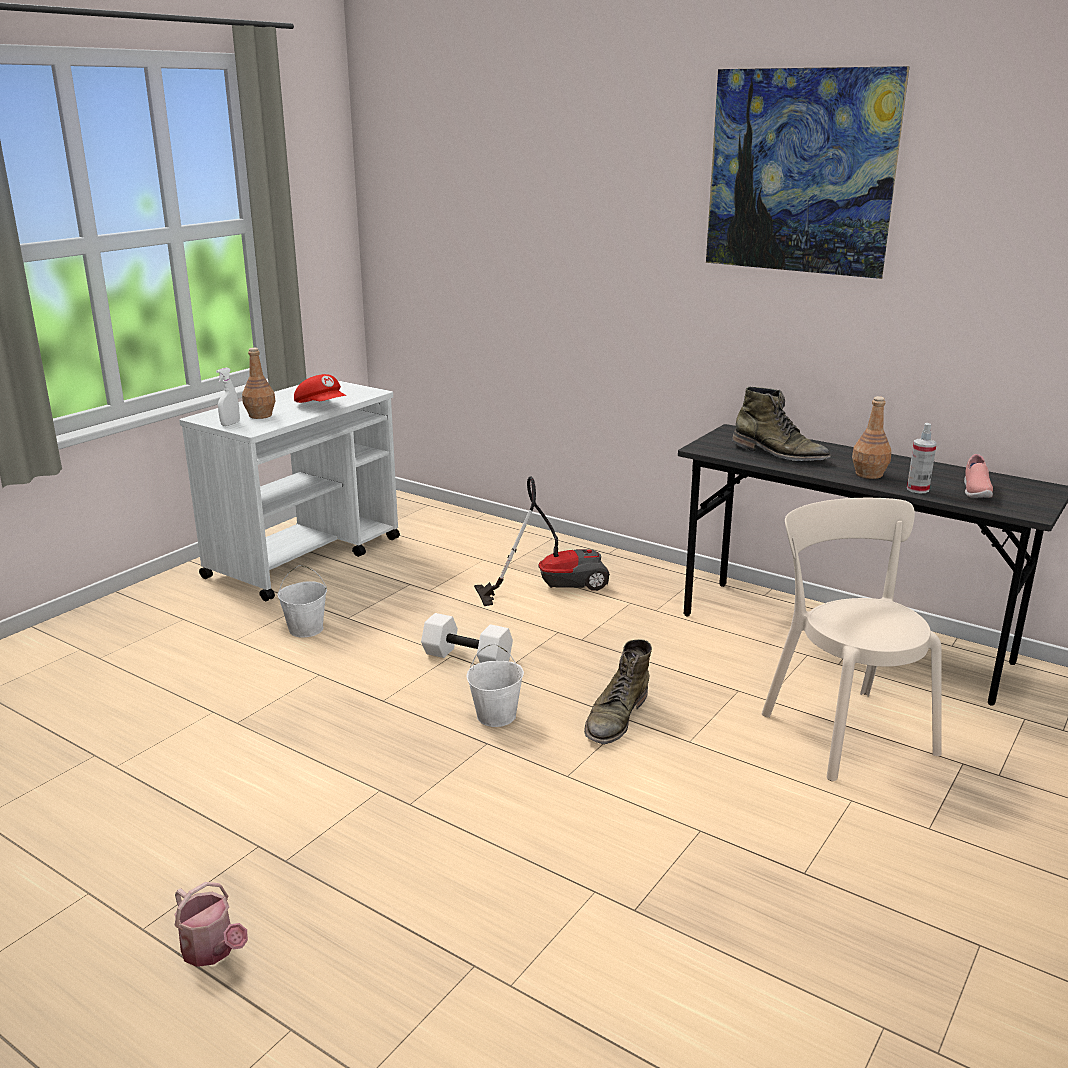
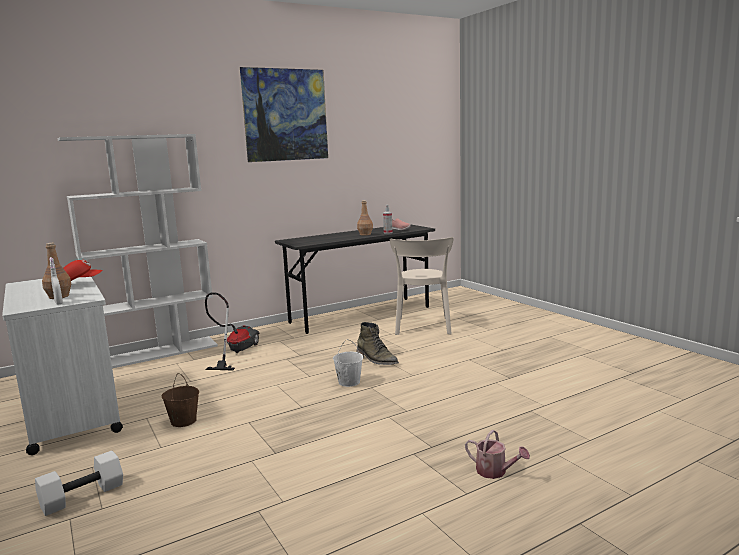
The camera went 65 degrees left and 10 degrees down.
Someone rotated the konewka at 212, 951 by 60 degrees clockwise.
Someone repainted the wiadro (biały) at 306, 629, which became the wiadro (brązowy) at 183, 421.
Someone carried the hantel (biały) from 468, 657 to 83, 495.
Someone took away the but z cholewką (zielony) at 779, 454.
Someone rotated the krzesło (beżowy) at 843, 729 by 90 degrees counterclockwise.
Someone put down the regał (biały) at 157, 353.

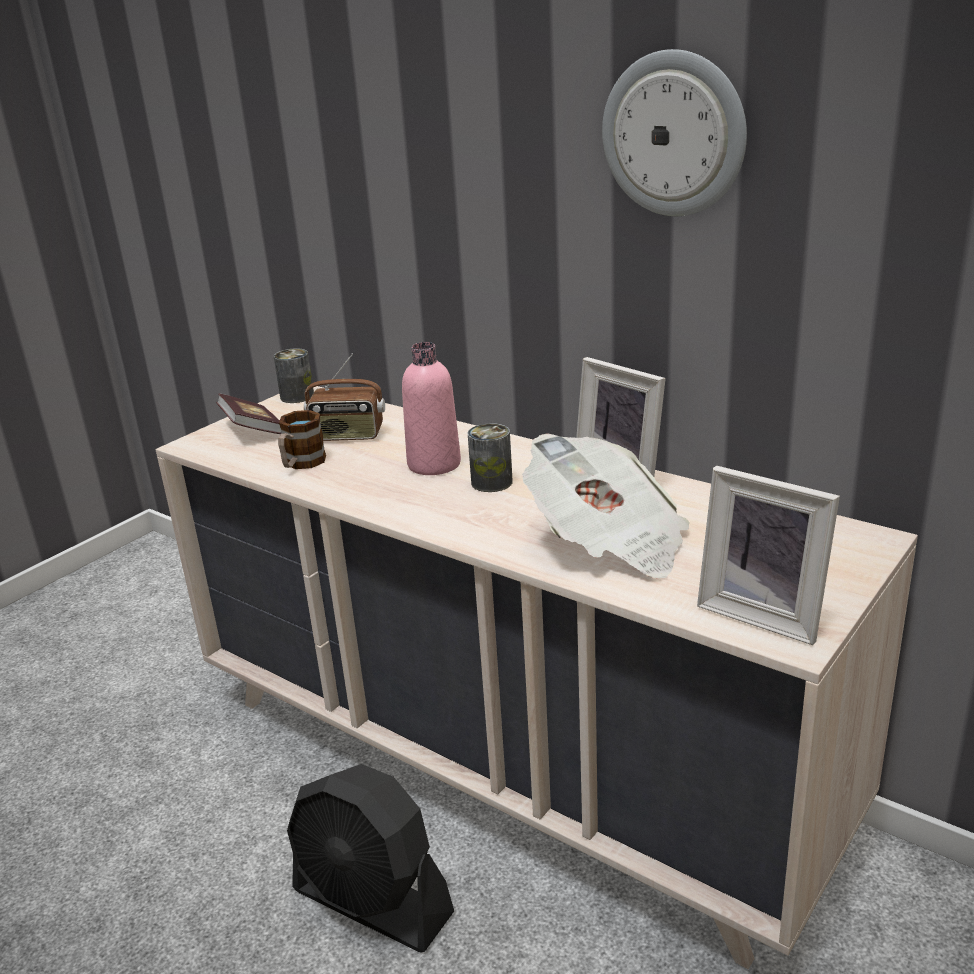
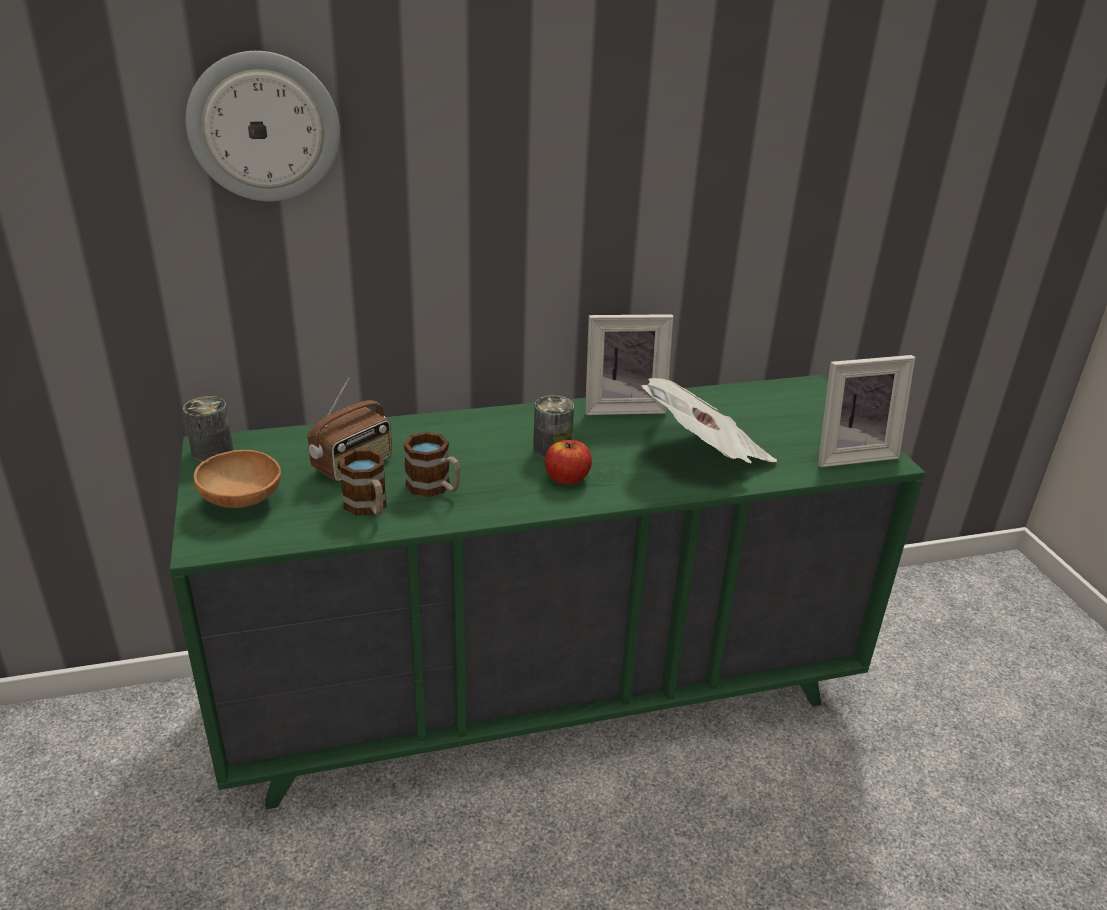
The camera went 55 degrees left and 5 degrees up.
Someone repainted the komoda (beżowy) at 507, 763, which became the komoda (zielony) at 544, 694.
Someone swapped the książka at 252, 430 for the miska (brązowy) at 243, 502.
Someone took away the wentylator (czarny) at 372, 902.
Someone took away the butelka (różowy) at 434, 464.
Someone carried the zegar ścienny from 674, 134 to 264, 127.
Someone put down the kubek at 435, 488.
Someone put down the jabłko at 567, 478.

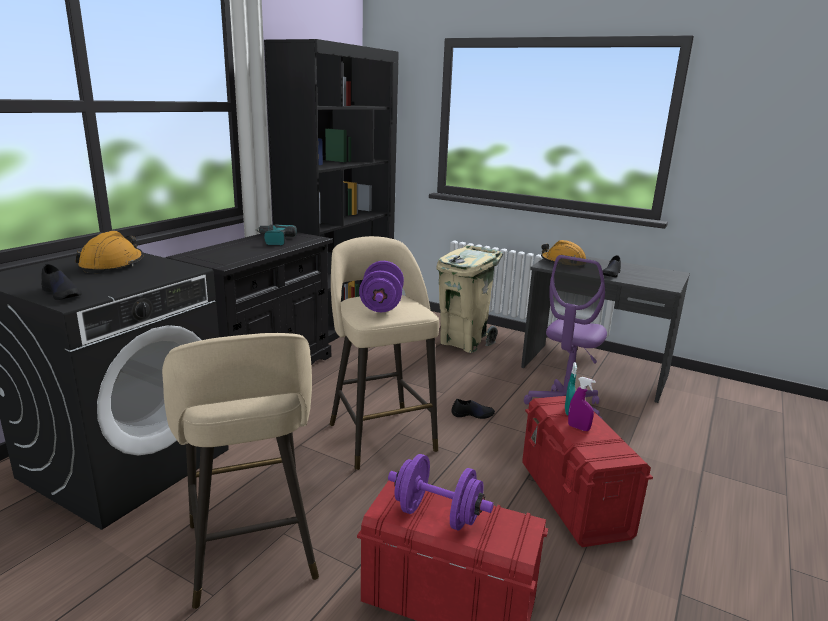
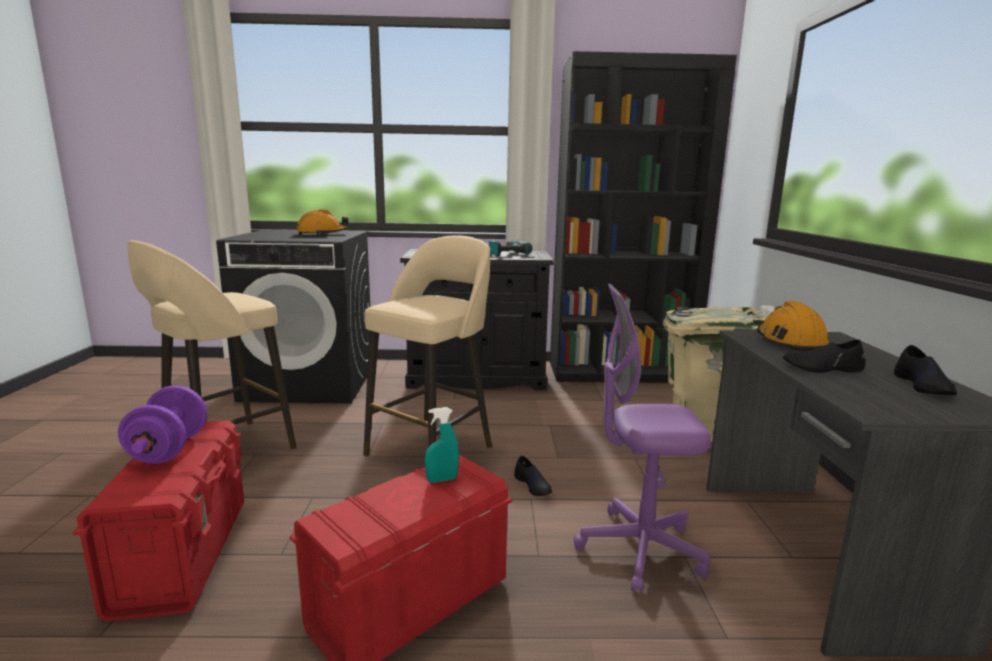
The camera went 60 degrees right and 5 degrees down.
Someone carried the but (czarny) from 62, 294 to 923, 386.
Someone took away the hantel (fioletowy) at 381, 305.
Someone took away the spryskiwacz (fioletowy) at 578, 428.

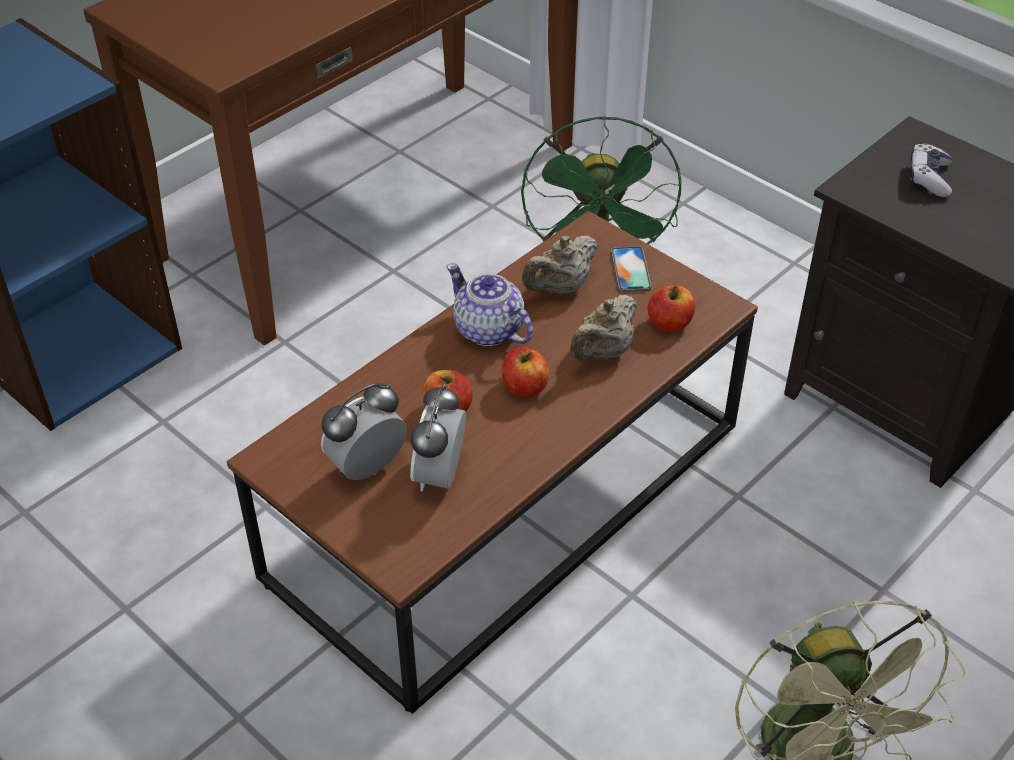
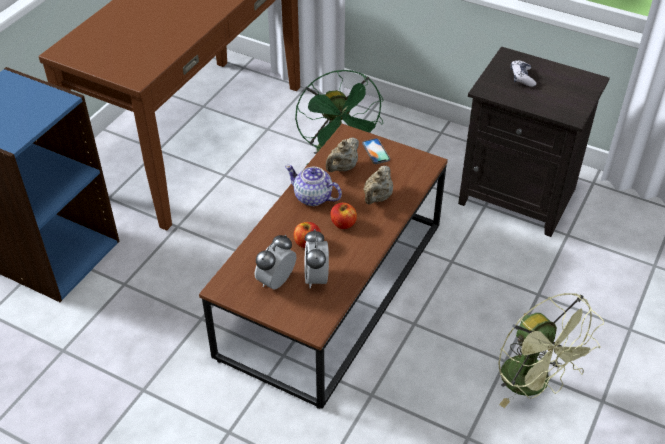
The camera went 15 degrees left and 0 degrees up.
Someone took away the jabłko at 669, 323.

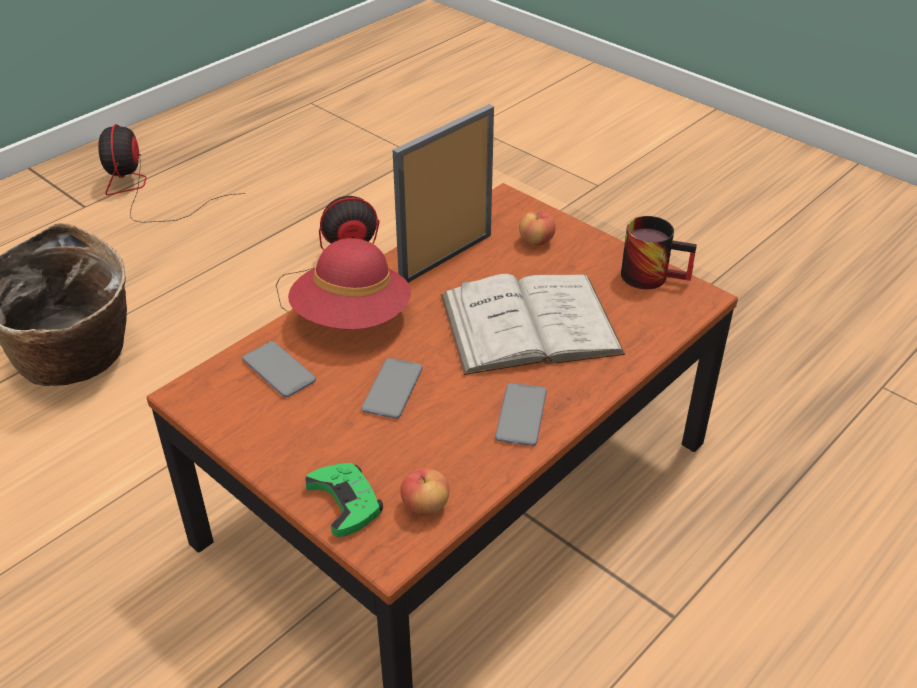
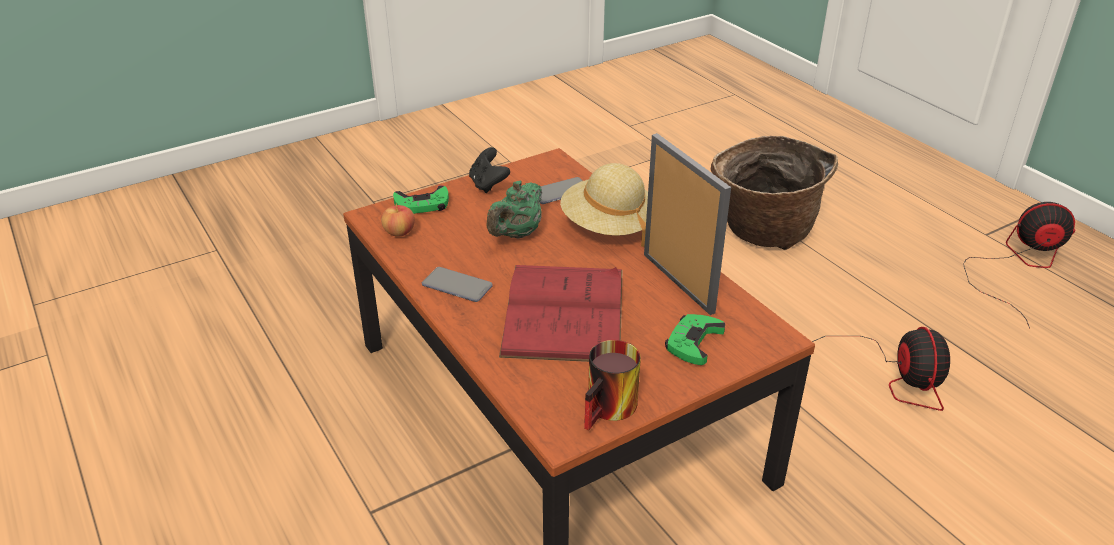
The camera went 105 degrees right and 5 degrees down.
Someone repainted the kapelusz (czerwony) at 352, 317, which became the kapelusz (beżowy) at 609, 226.
Someone swapped the telefon at 392, 389 for the imbryk (zielony) at 516, 234.
Someone repainted the książka (biały) at 529, 324, which became the książka (czerwony) at 564, 312.
Someone swapped the jabłko at 536, 241 for the pad do gier (zielony) at 693, 342.
Someone put down the pad do gier (czarny) at 488, 184.

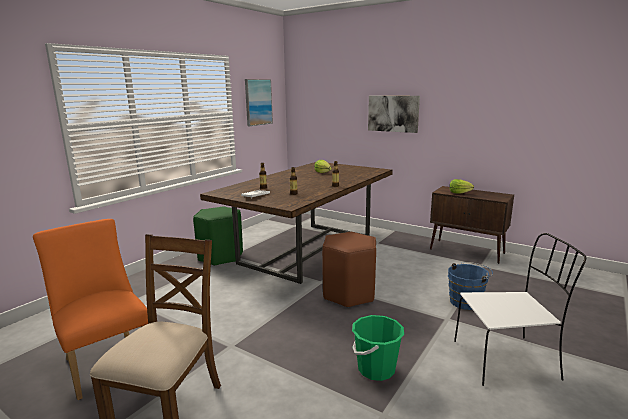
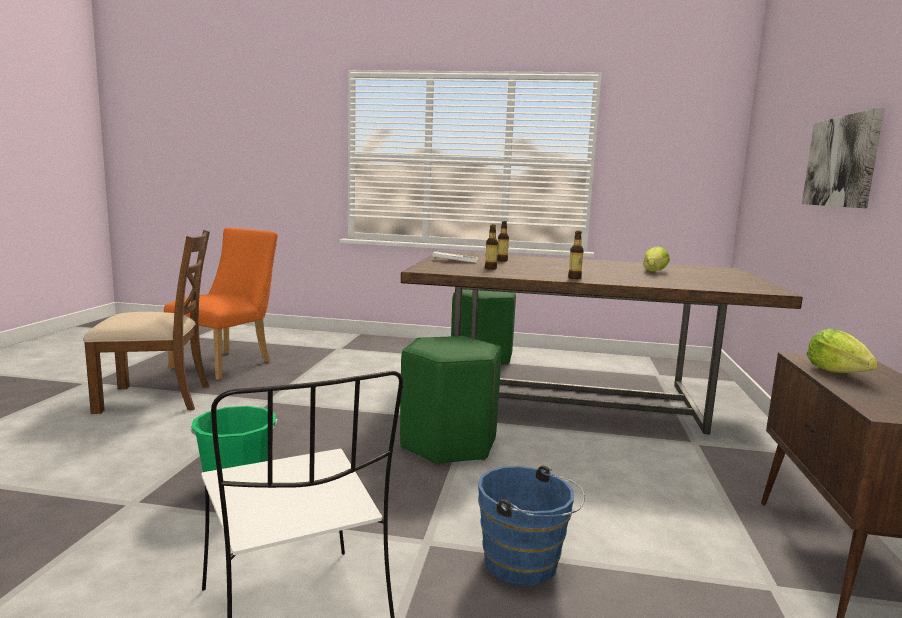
The camera went 65 degrees right and 5 degrees down.
Someone took away the obraz at 258, 102.
Someone repainted the stołek (brązowy) at 348, 294, which became the stołek (zielony) at 447, 444.

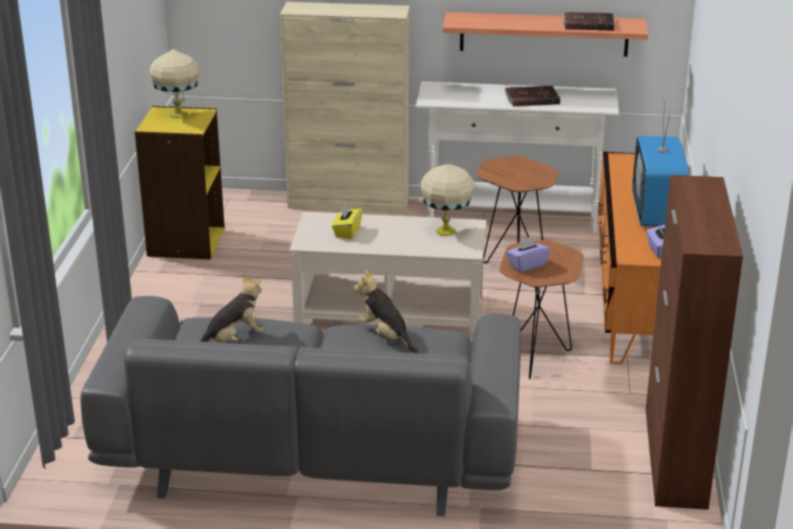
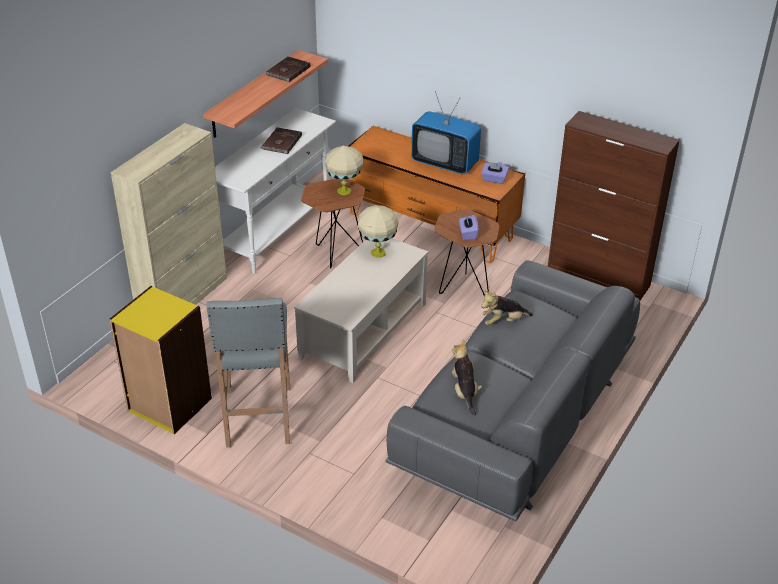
The camera went 65 degrees left and 10 degrees up.
Someone carried the lampa stołowa (beżowy) from 178, 114 to 345, 191.
Someone took away the pudełko chusteczek (żółty) at 347, 232.
Someone put down the stołek (szary) at 258, 418.

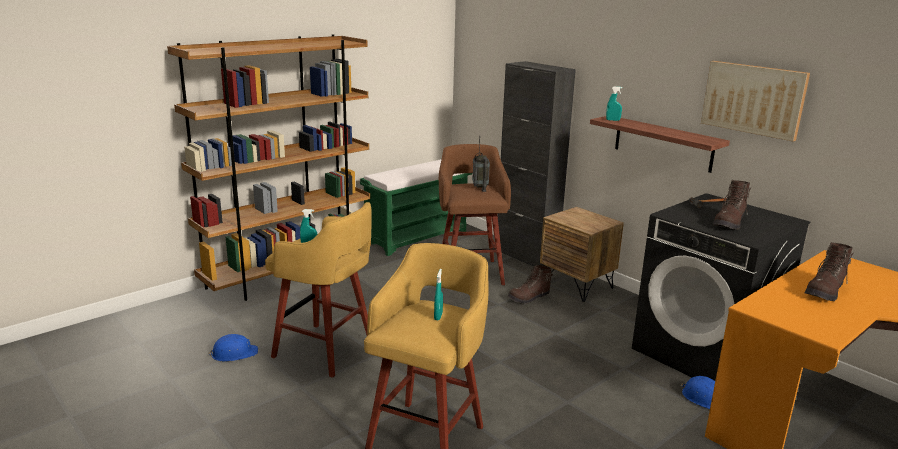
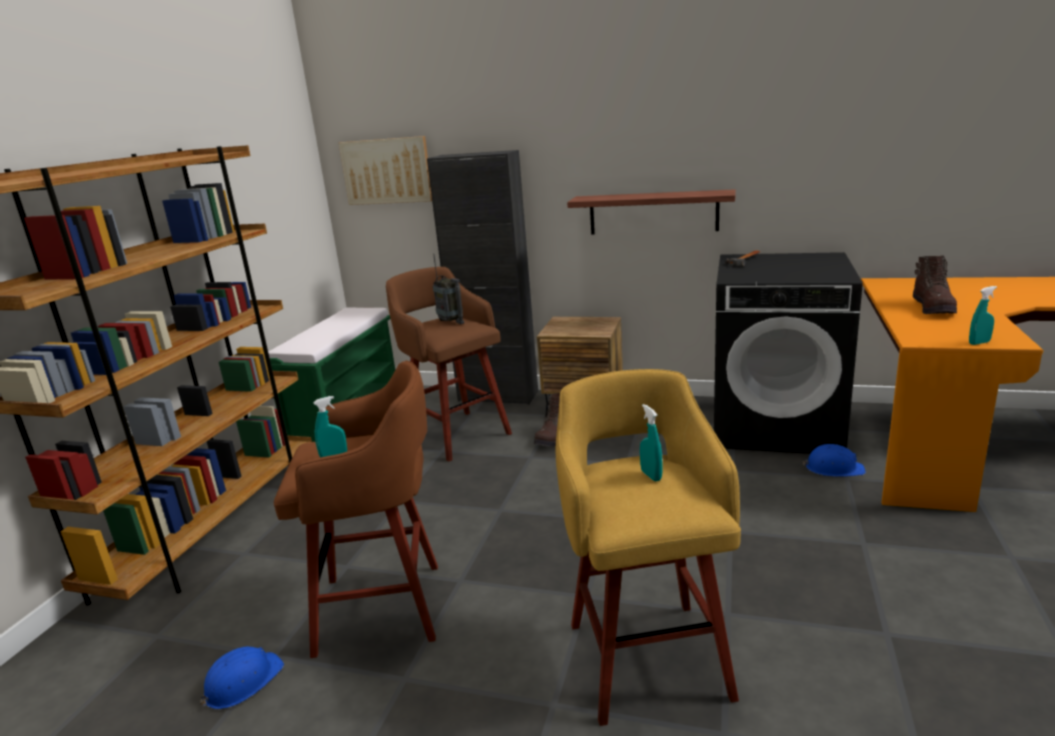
The camera went 30 degrees left and 0 degrees up.
Someone repainted the stołek (żółty) at 326, 351, which became the stołek (brązowy) at 385, 608.
Someone carried the spryskiwacz (turkusowy) from 613, 120 to 979, 343.
Someone carried the obraz from 753, 99 to 387, 171.
Someone took away the but z cholewką (brązowy) at 729, 223.

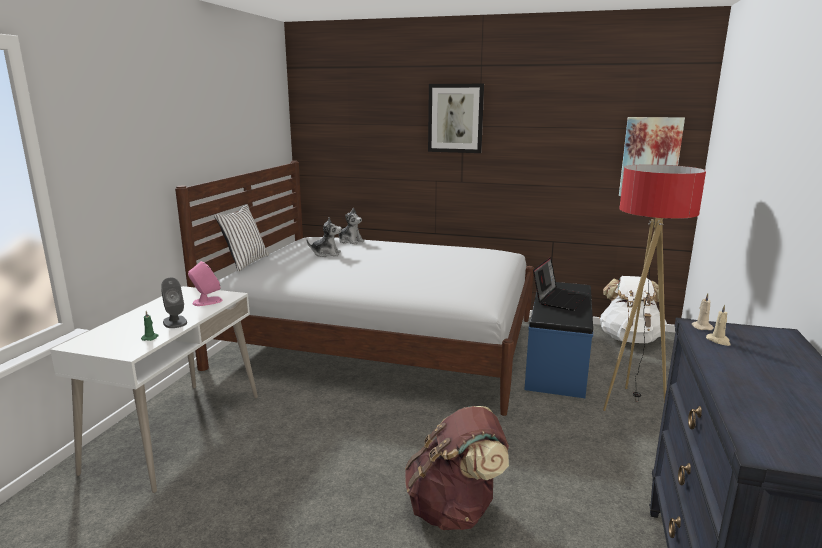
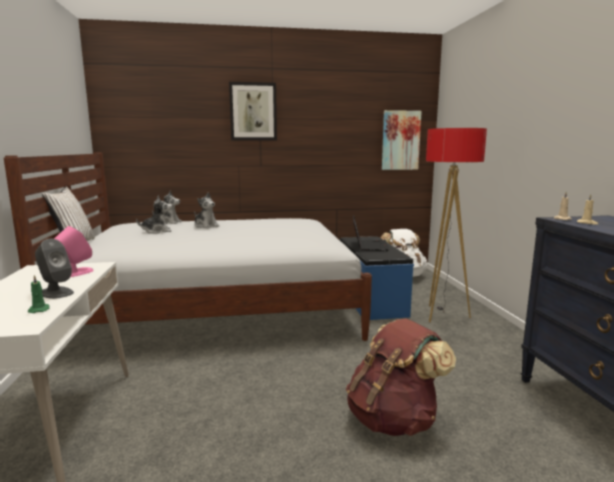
The camera went 25 degrees left and 5 degrees down.
Someone put down the pluszak at 206, 226.

